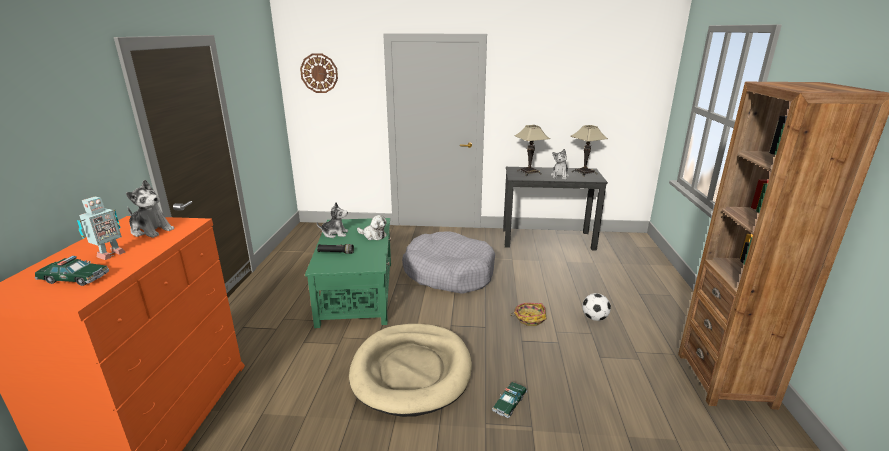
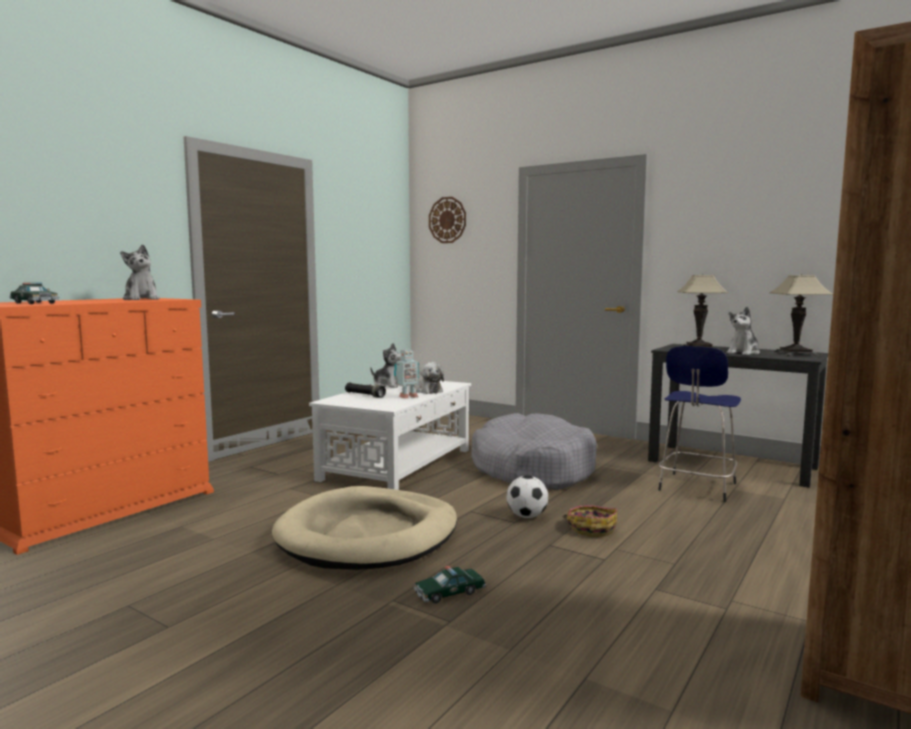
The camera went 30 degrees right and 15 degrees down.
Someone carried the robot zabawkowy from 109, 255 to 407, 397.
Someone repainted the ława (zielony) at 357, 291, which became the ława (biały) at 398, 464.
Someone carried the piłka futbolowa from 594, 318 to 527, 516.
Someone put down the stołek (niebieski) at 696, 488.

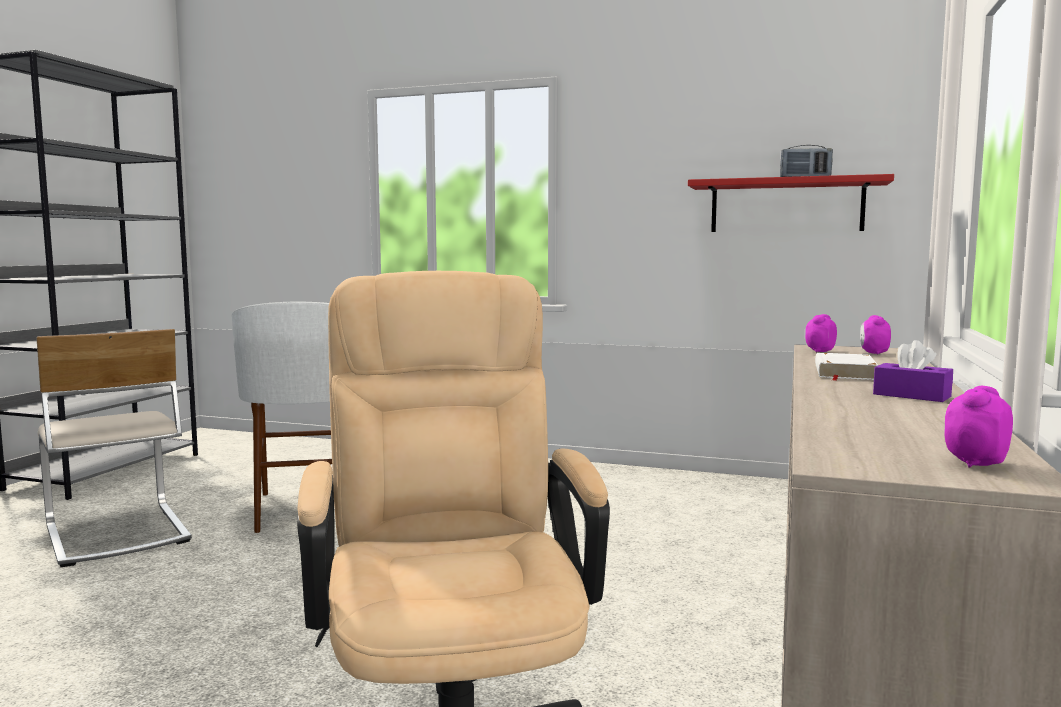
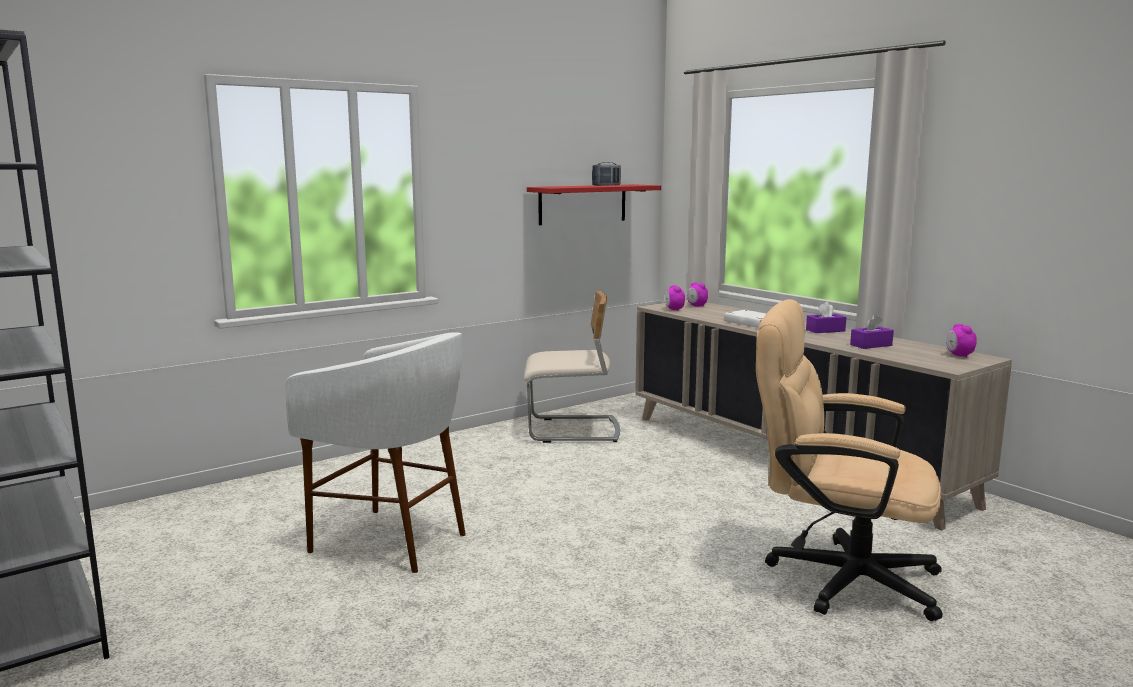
The camera went 55 degrees left and 5 degrees up.
Someone carried the krzesło (beżowy) from 115, 534 to 572, 430.
Someone put down the pudełko chusteczek (fioletowy) at 871, 345.

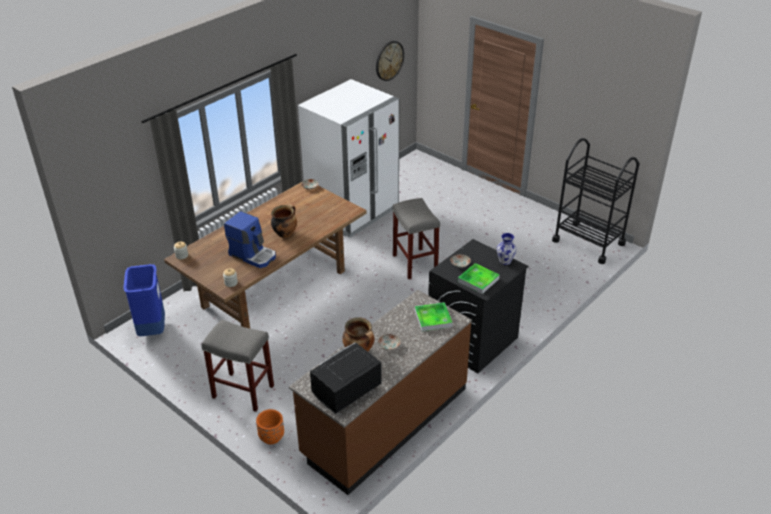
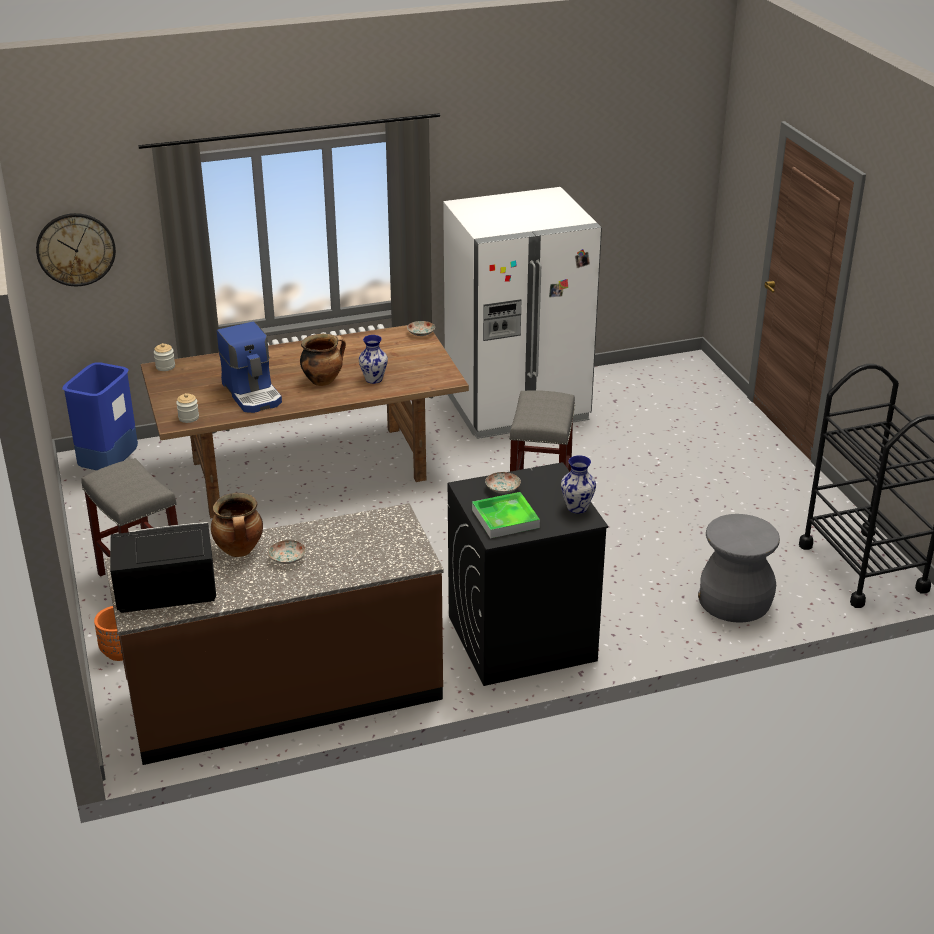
The camera went 30 degrees right and 5 degrees down.
Someone carried the zegar ścienny from 389, 60 to 76, 249.
Someone took away the taca at 433, 318.
Someone put down the wazon at 373, 379.
Someone put down the stołek (szary) at 734, 602.

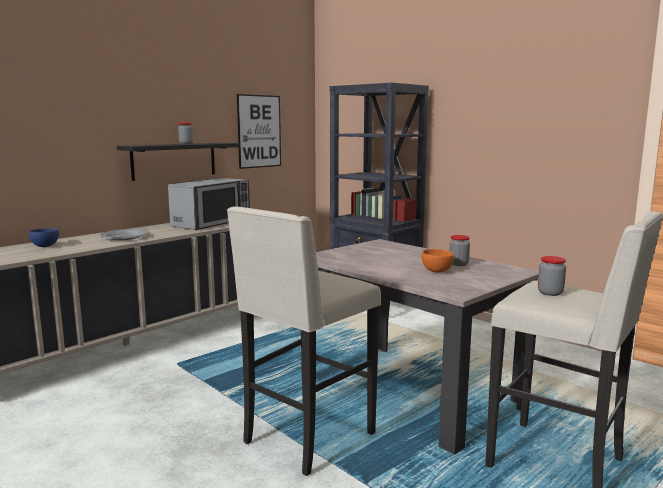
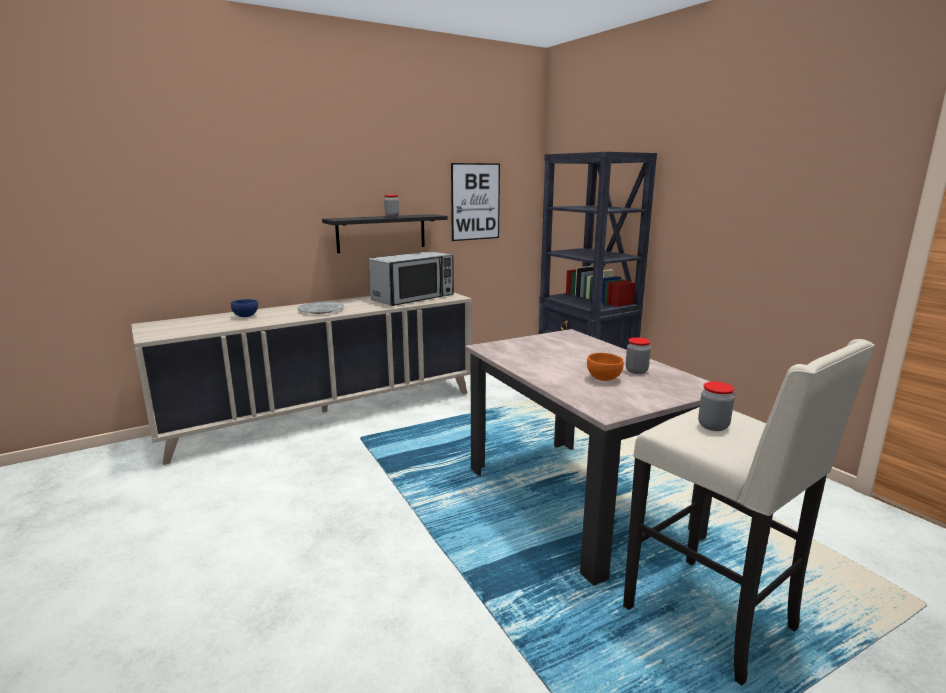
The camera went 15 degrees right and 5 degrees up.
Someone took away the stołek (beżowy) at 306, 439.

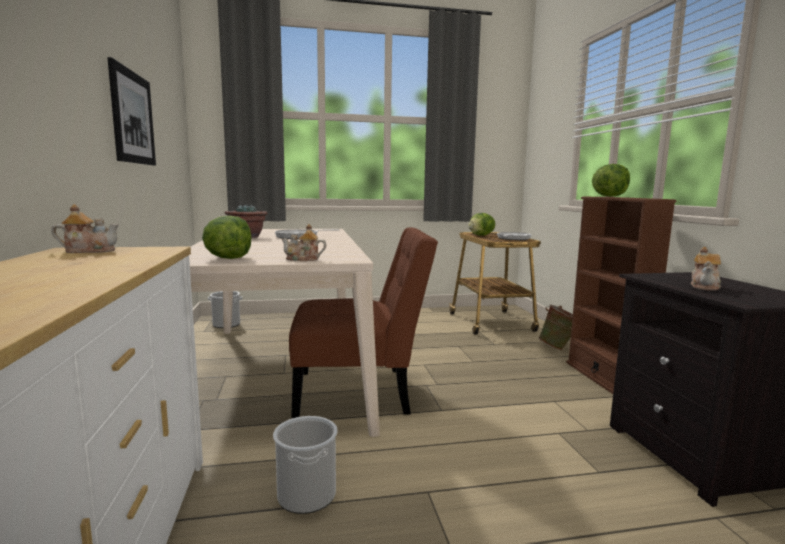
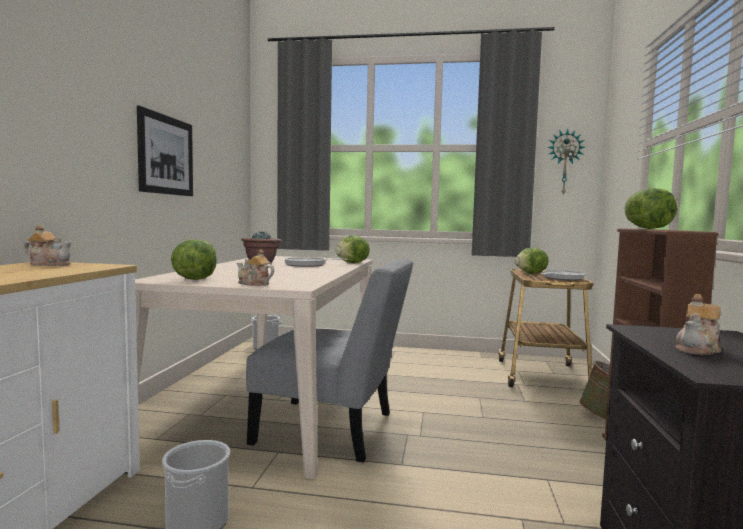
The camera went 20 degrees right and 5 degrees down.
Someone repainted the krzesło (brązowy) at 360, 392, which became the krzesło (szary) at 333, 430.
Someone put down the sałata at 353, 263.
Someone put up the zegar ścienny at 564, 162.

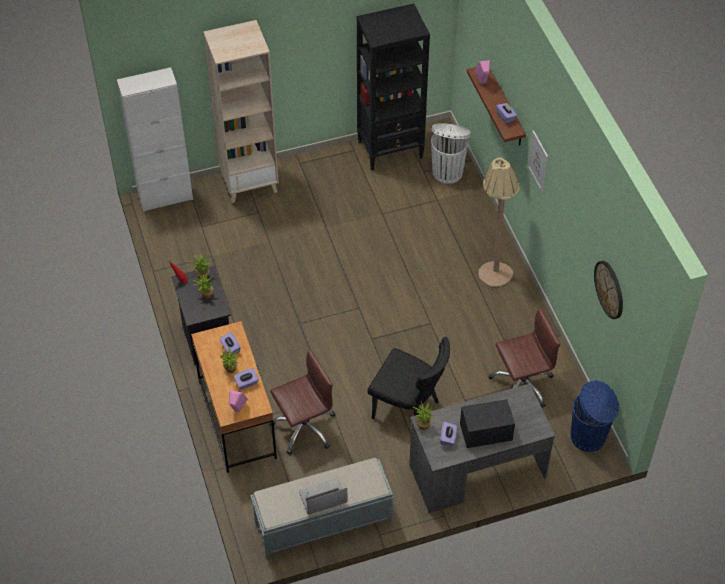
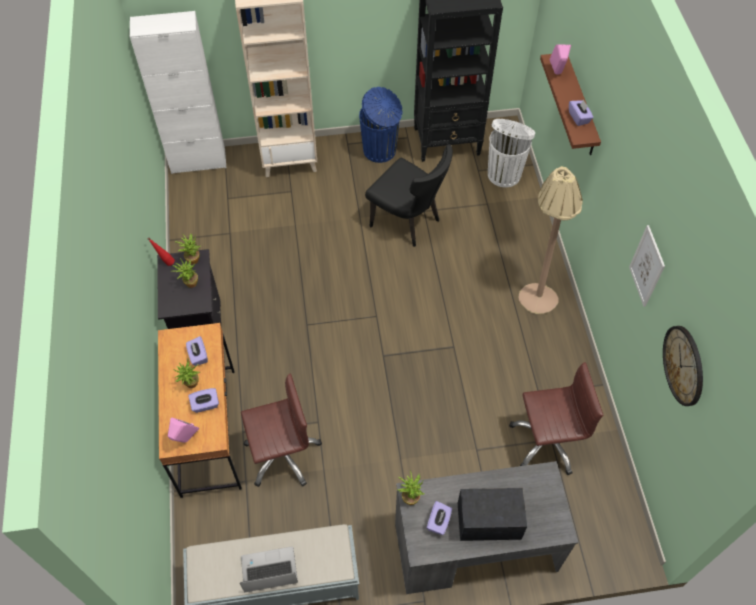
The camera went 10 degrees right and 5 degrees up.
Someone carried the krzesło (czarny) from 408, 408 to 408, 222.
Someone carried the obraz from 538, 161 to 647, 266.
Someone carried the kosz na śmieci (niebieski) from 589, 437 to 380, 151.

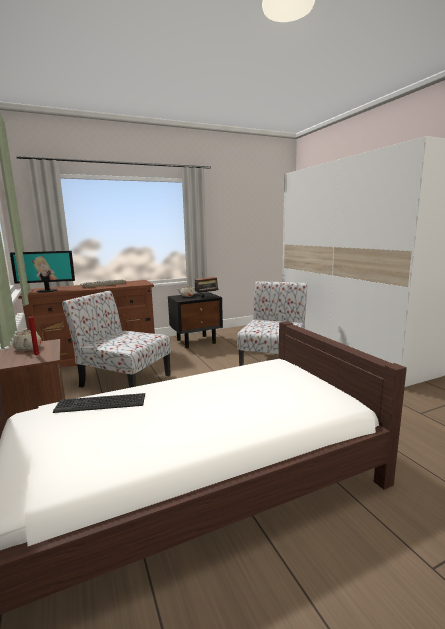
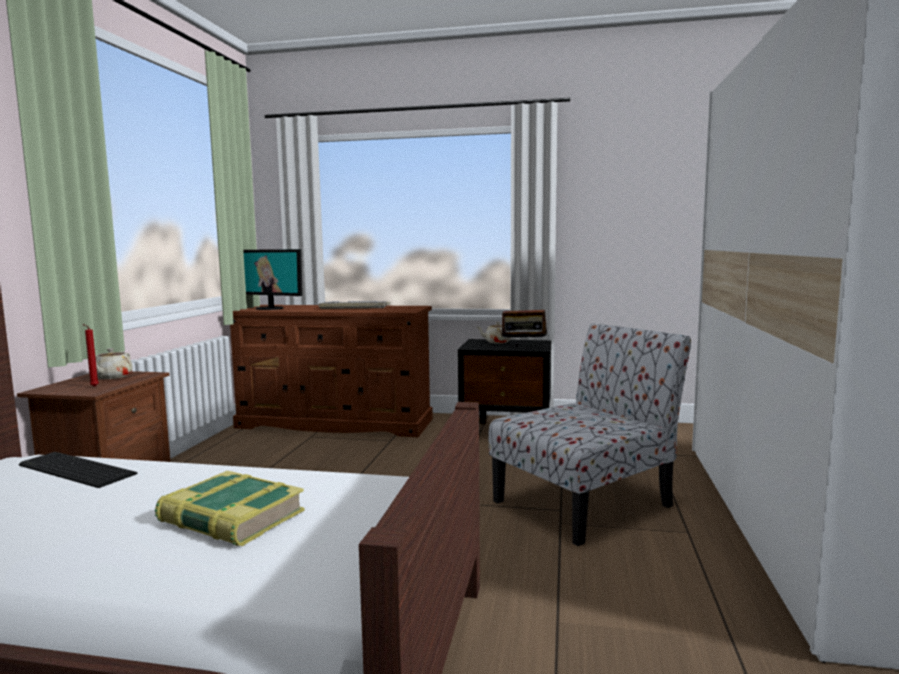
The camera went 35 degrees right and 5 degrees down.
Someone took away the krzesło at 124, 380.
Someone put down the książka at 231, 518.

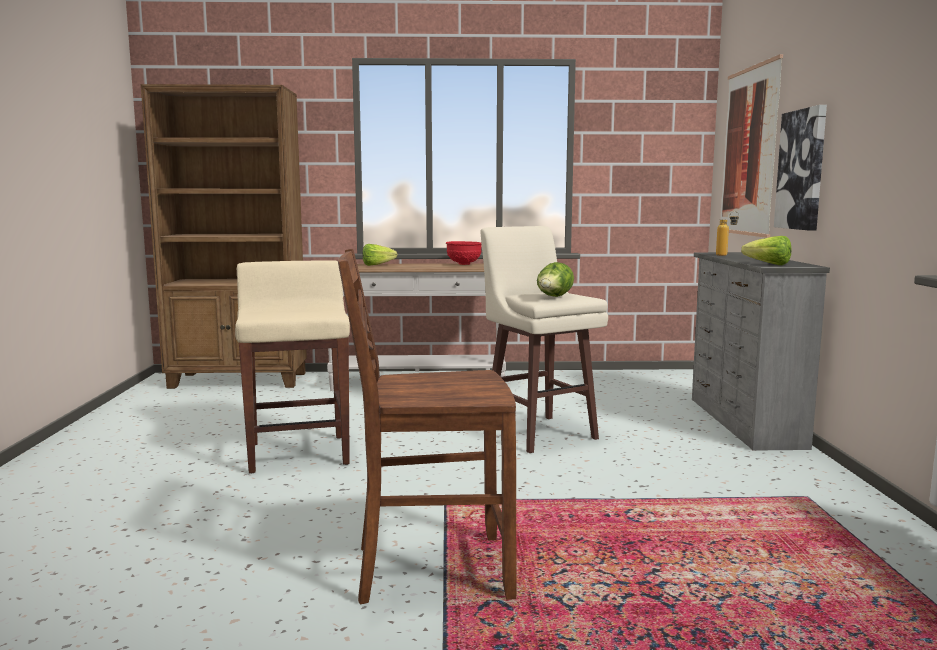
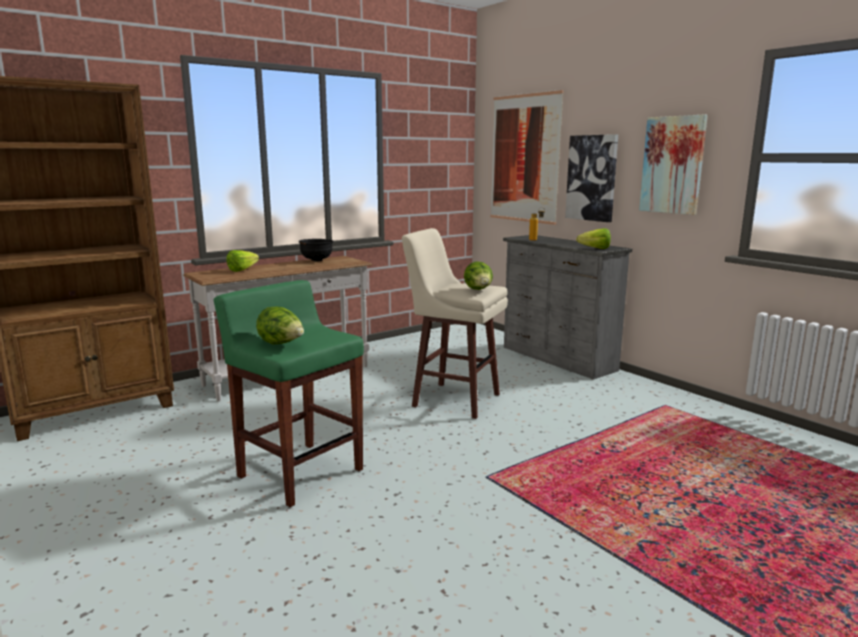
The camera went 35 degrees left and 5 degrees up.
Someone repainted the stołek (beżowy) at 299, 453, which became the stołek (zielony) at 299, 472.
Someone took away the krzesło (brązowy) at 429, 570.
Someone repainted the miska (czerwony) at 464, 264, which became the miska (czarny) at 317, 260.
Someone put down the sałata at 282, 344.
Someone put up the obraz at 673, 165.

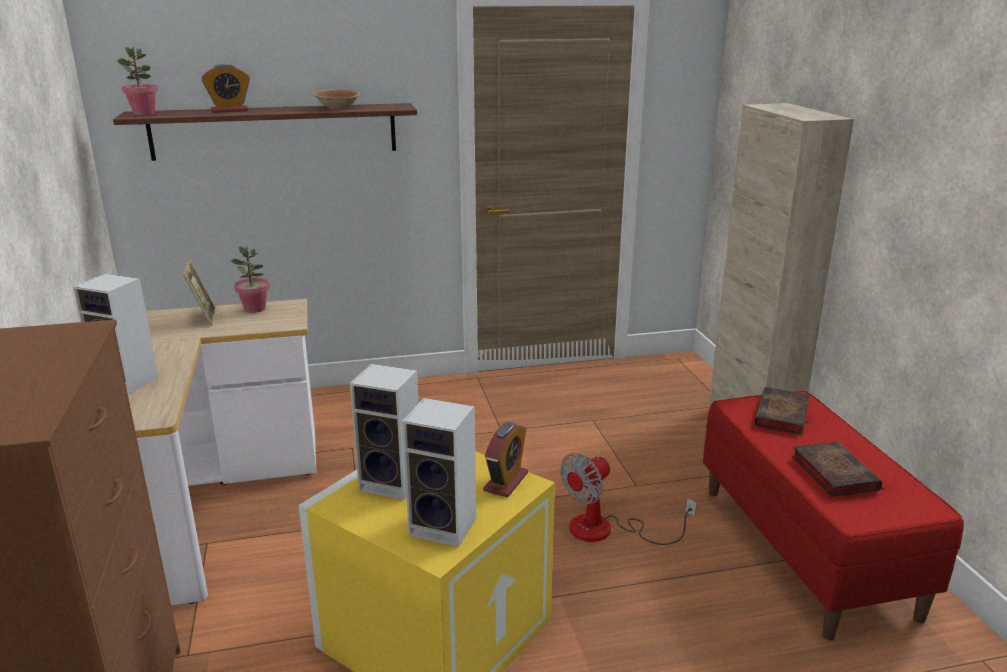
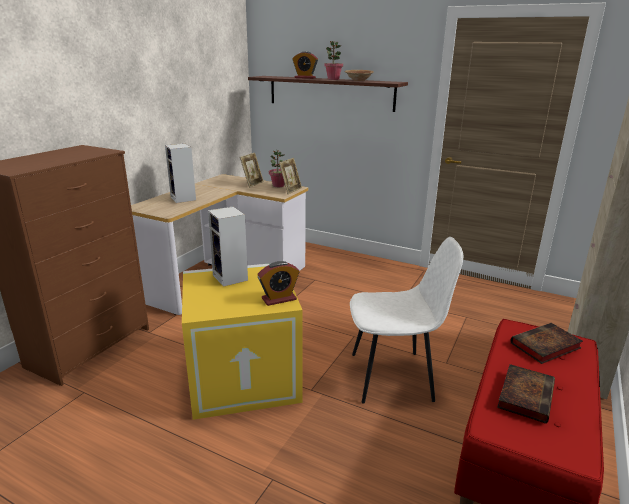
The camera went 40 degrees right and 0 degrees up.
Someone carried the roślina doniczkowa from 144, 113 to 333, 79.
Someone took away the głośnik at 446, 526.
Someone swapped the wentylator at 606, 530 for the krzesło (biały) at 393, 376.
Someone put down the ramka na zdjęcie at 290, 190.

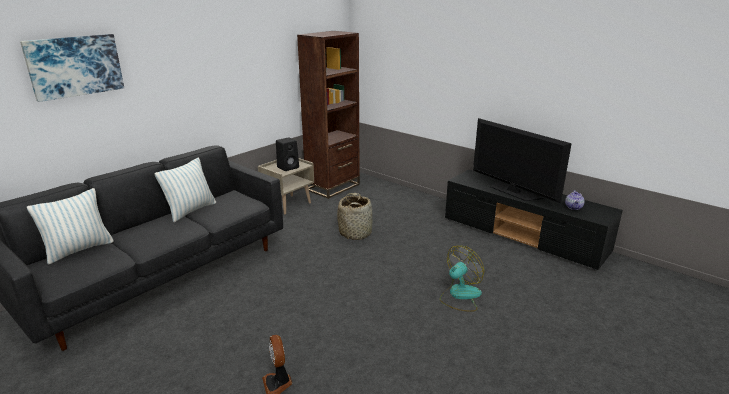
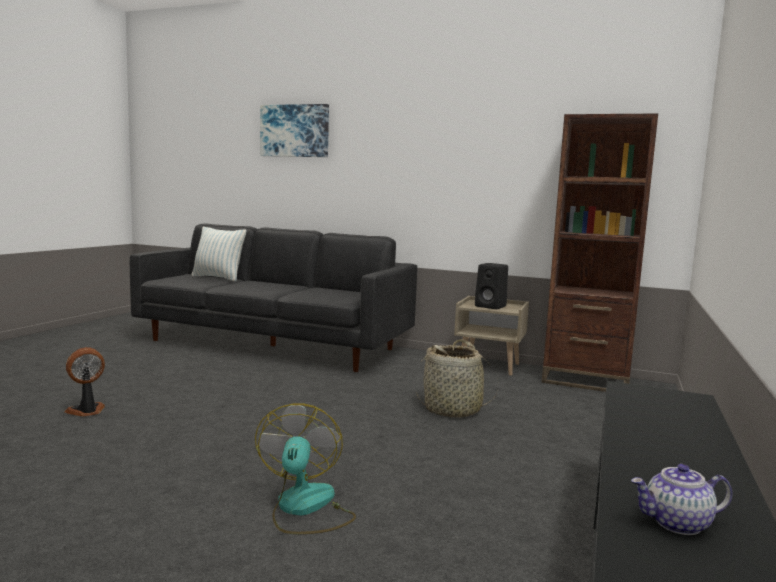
The camera went 70 degrees right and 15 degrees down.
Someone took away the poduszka at 191, 210.
Someone rotated the wentylator at 460, 296 by 120 degrees counterclockwise.
Someone took away the telewizor at 513, 191.

